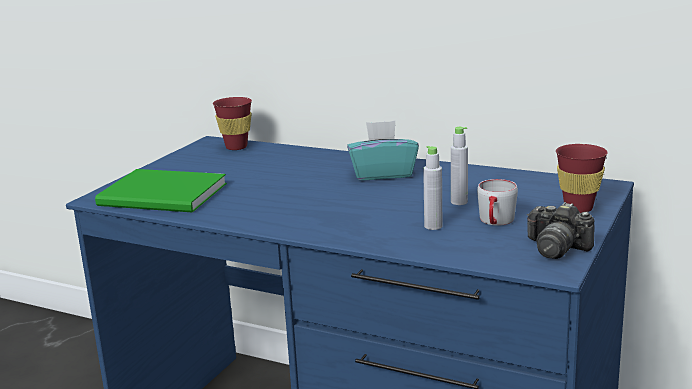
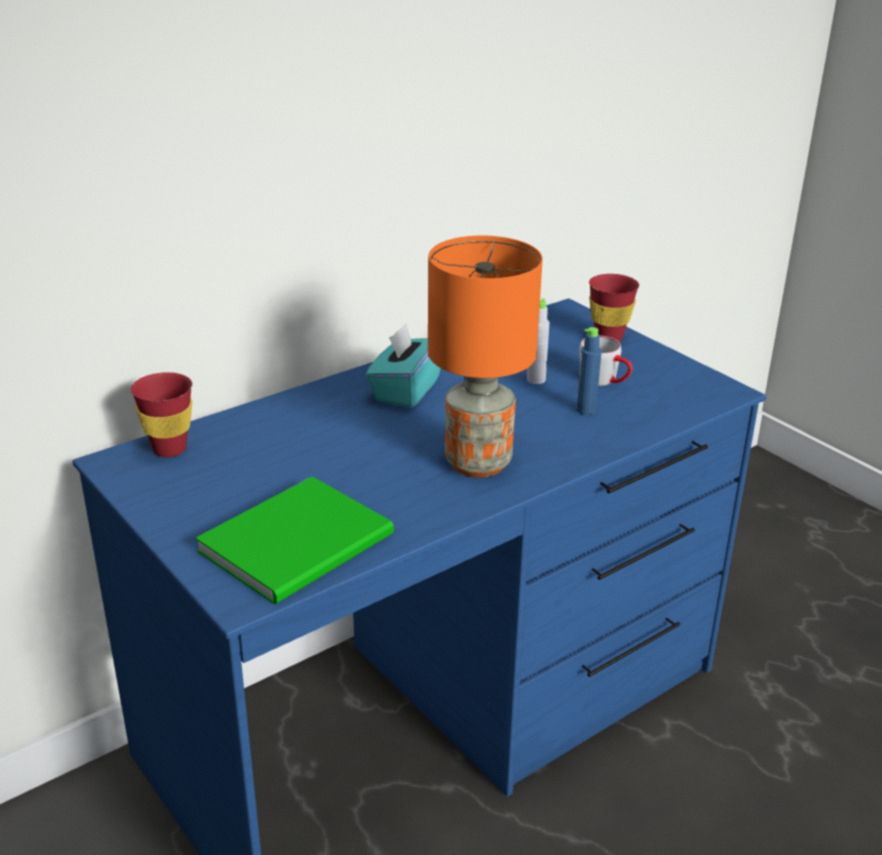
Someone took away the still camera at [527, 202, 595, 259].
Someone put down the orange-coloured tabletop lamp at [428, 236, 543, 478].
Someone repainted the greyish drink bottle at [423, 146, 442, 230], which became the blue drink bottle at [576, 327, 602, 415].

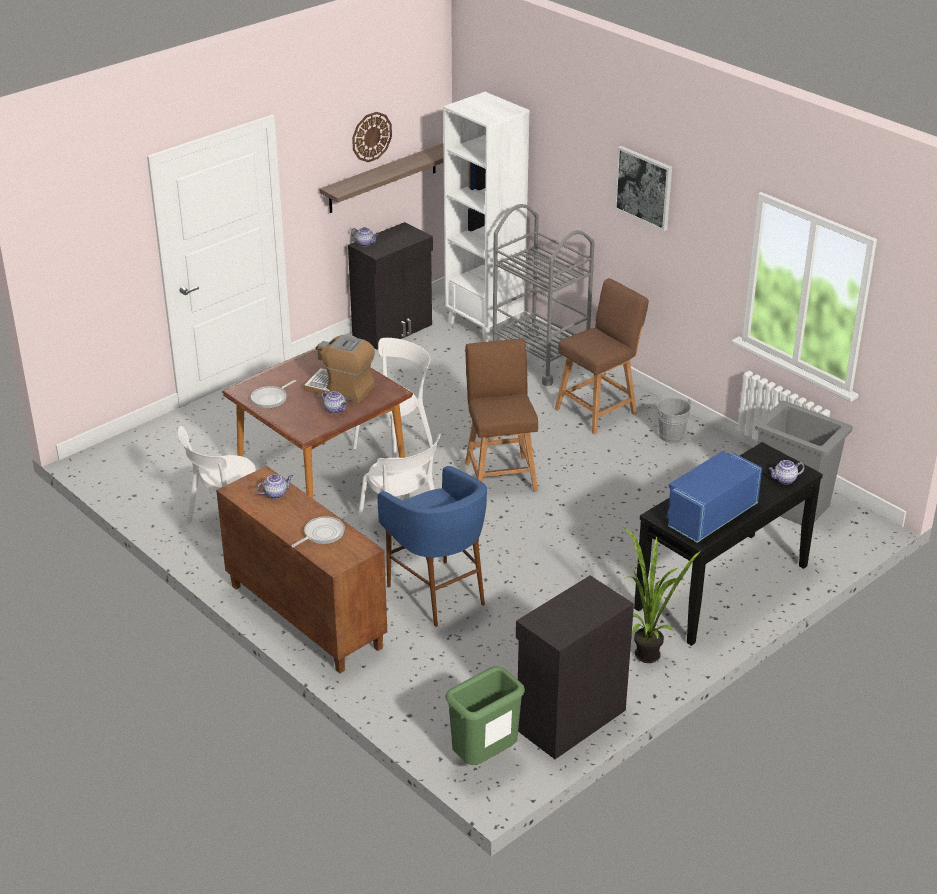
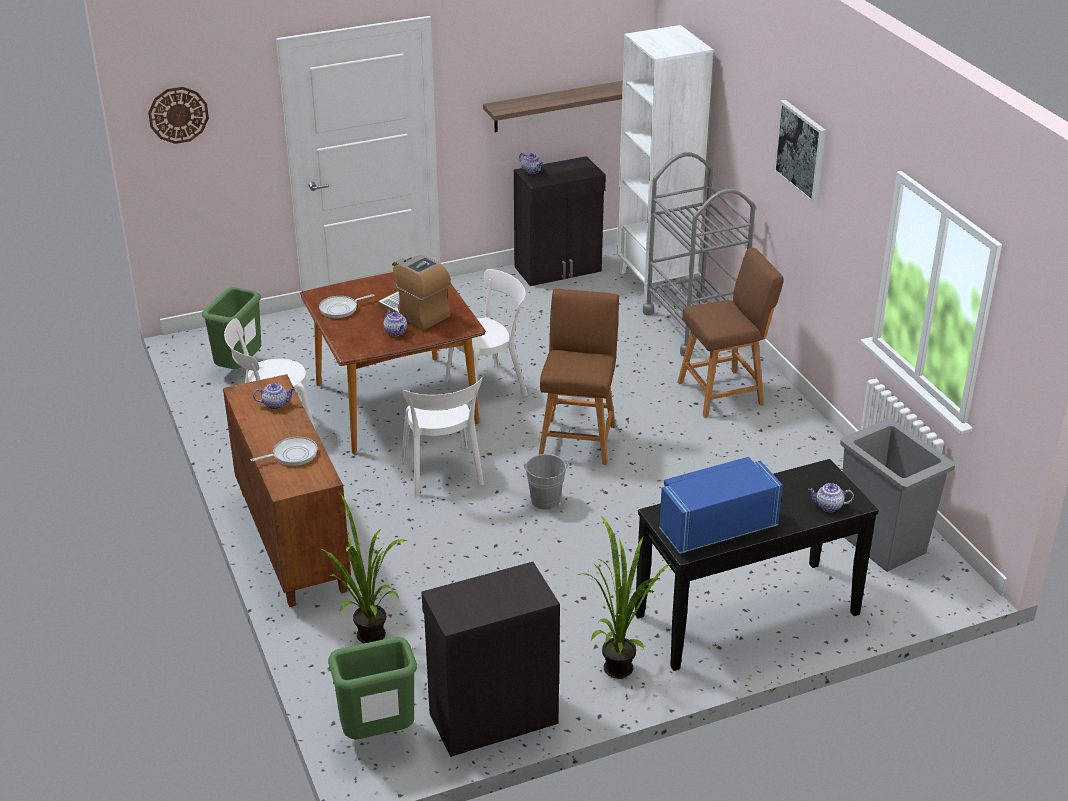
Someone took away the blue sitting stool at [378, 466, 487, 627].
Someone put down the green waste bin at [202, 287, 261, 369].
Someone put down the plant in a pot at [321, 492, 408, 643].
Someone carried the hanging clock from [352, 112, 392, 162] to [148, 87, 209, 144].
Someone carried the greyish bucket from [653, 397, 691, 443] to [524, 454, 568, 510].

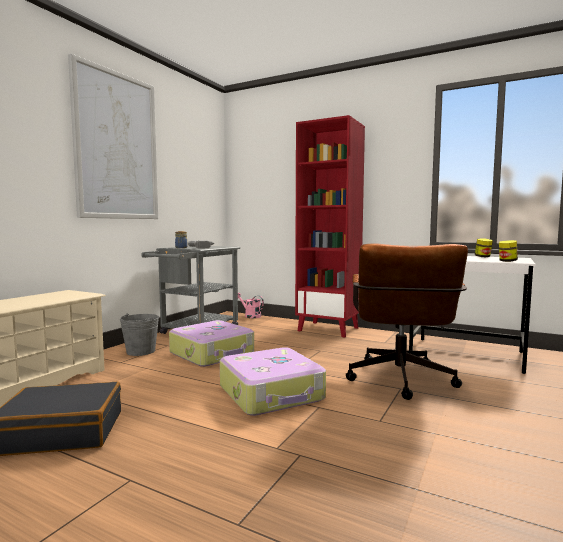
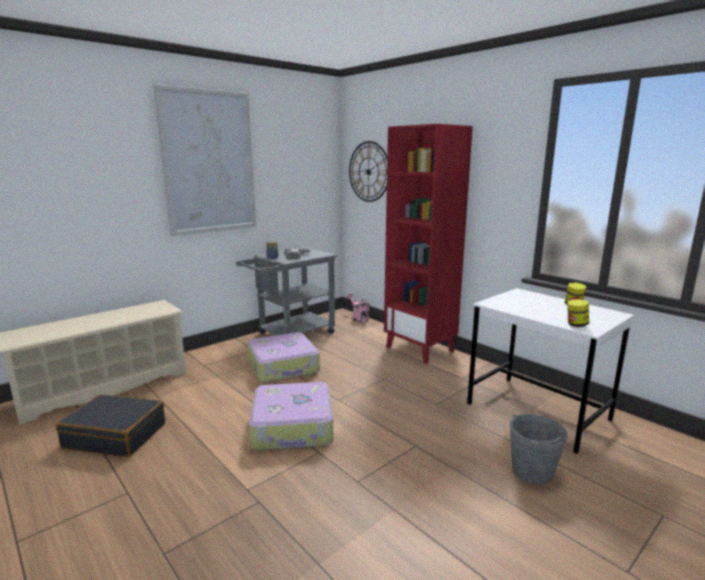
Someone took away the brown office chair at [346, 243, 468, 400].
Someone put up the hanging clock at [349, 141, 387, 202].
Someone carried the greyish bucket from [120, 313, 159, 356] to [509, 414, 568, 485].

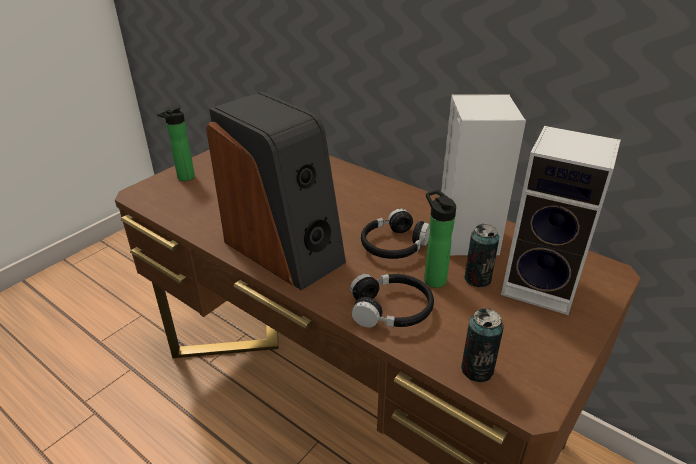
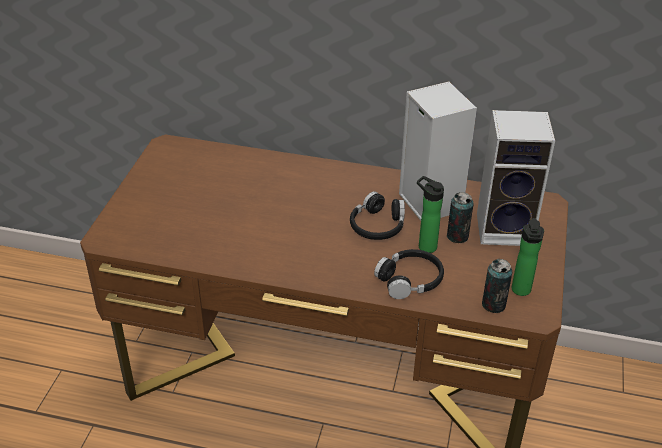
Someone took away the speaker at [206, 91, 346, 290].
Someone carried the drink bottle from [157, 105, 195, 181] to [512, 218, 544, 296].

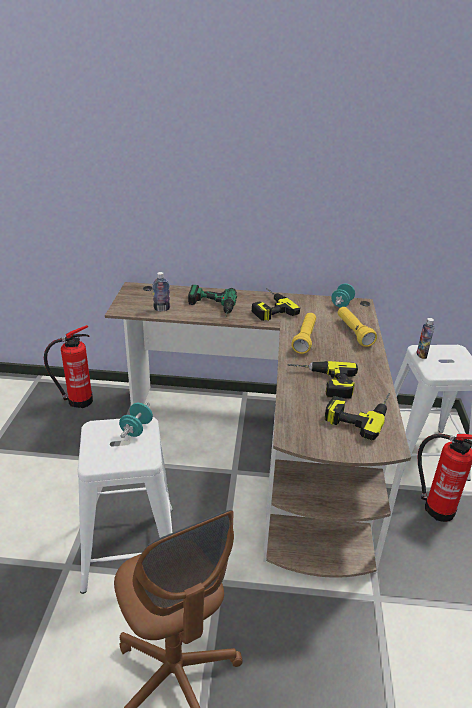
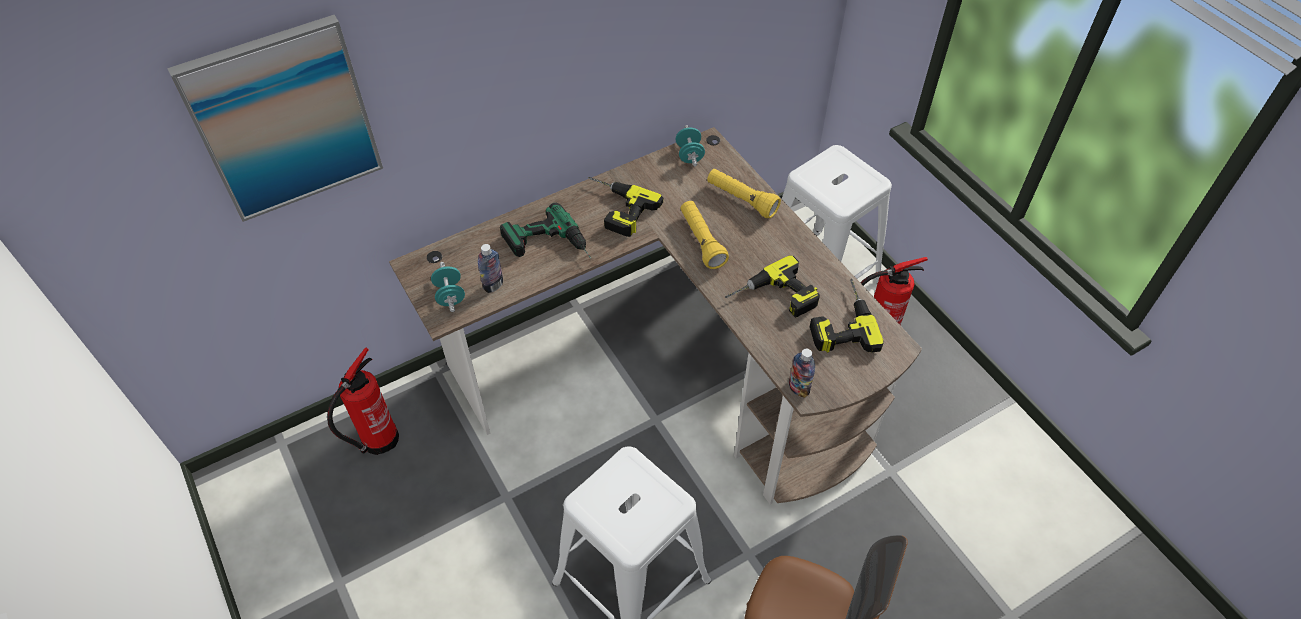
Someone put up the wall art at [167, 15, 383, 222].
Someone carried the turquoise-coloured dumbbell from [119, 402, 153, 438] to [431, 262, 465, 312].
Someone carried the drink bottle from [416, 318, 434, 359] to [789, 349, 815, 398].

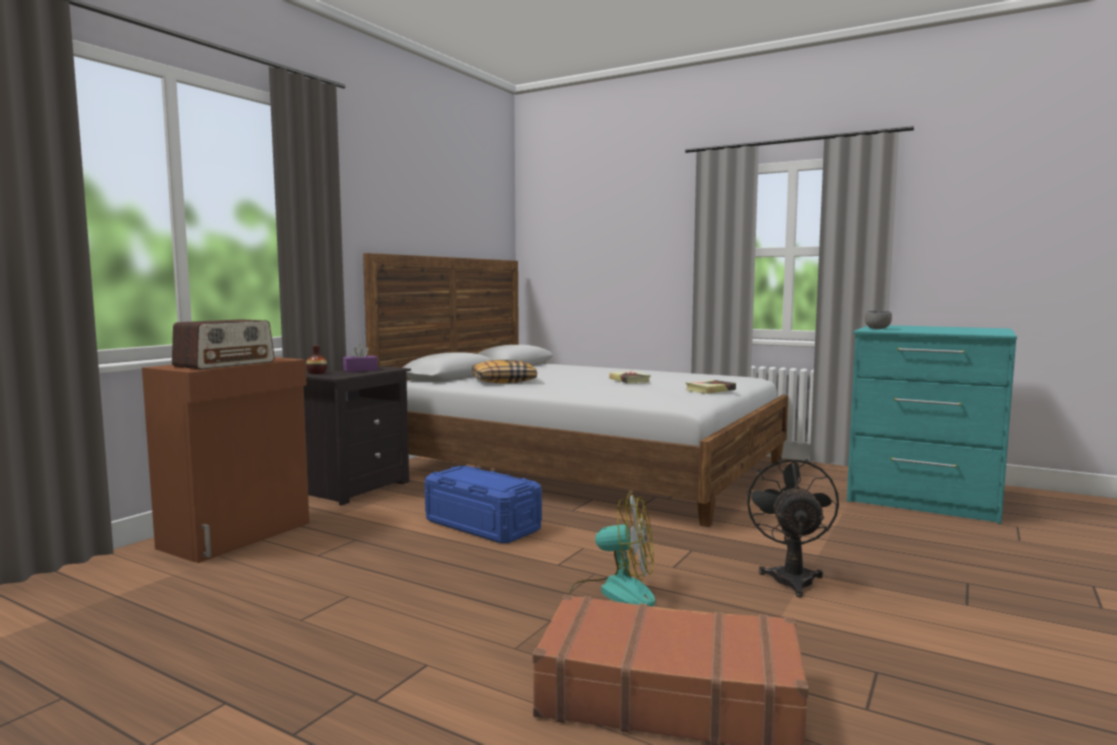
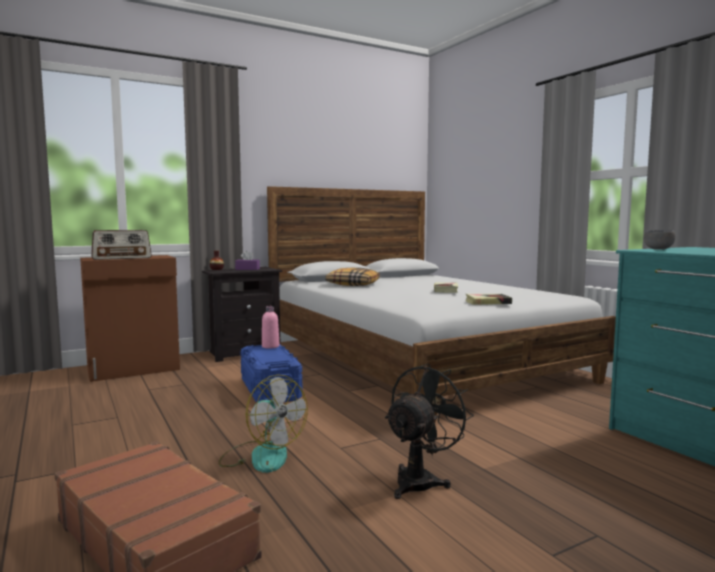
Someone put down the pinkish drink bottle at [262, 306, 279, 349].

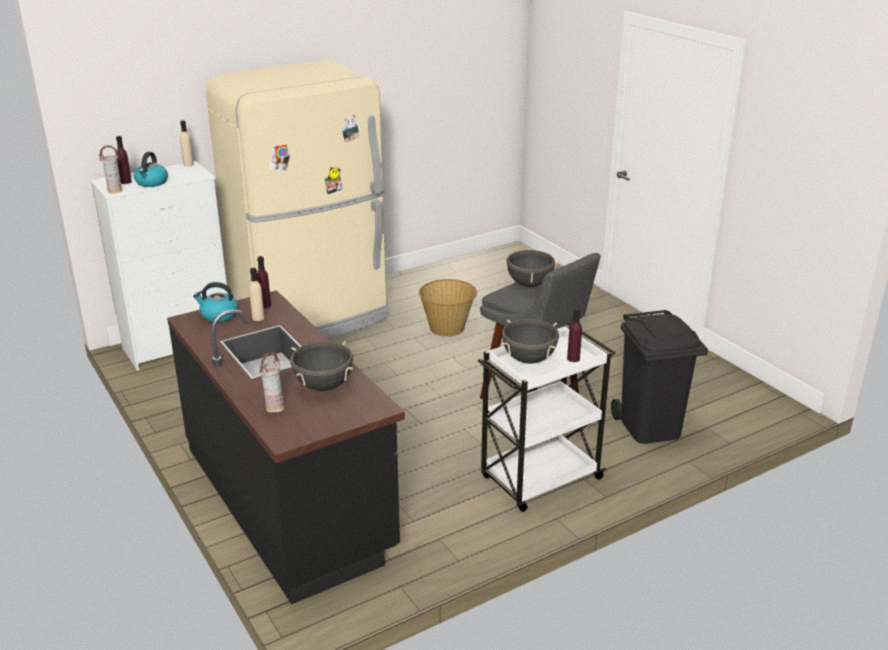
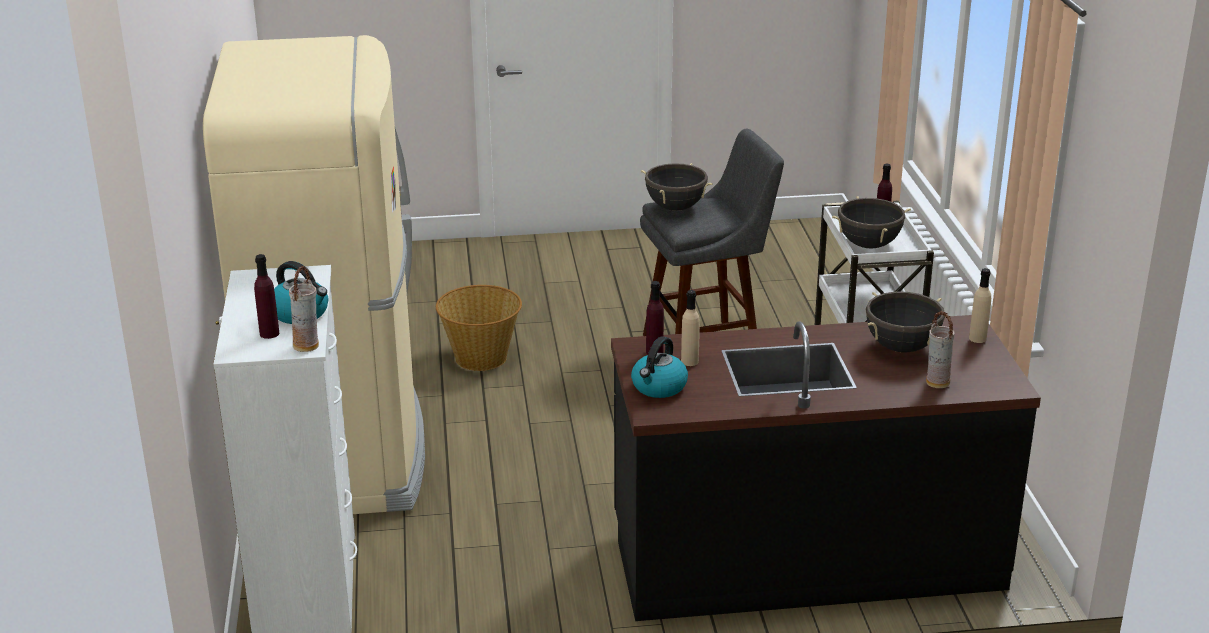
Someone took away the black-coloured waste bin at [611, 310, 708, 444].
Someone carried the beige drink bottle from [180, 120, 194, 167] to [969, 268, 991, 343].

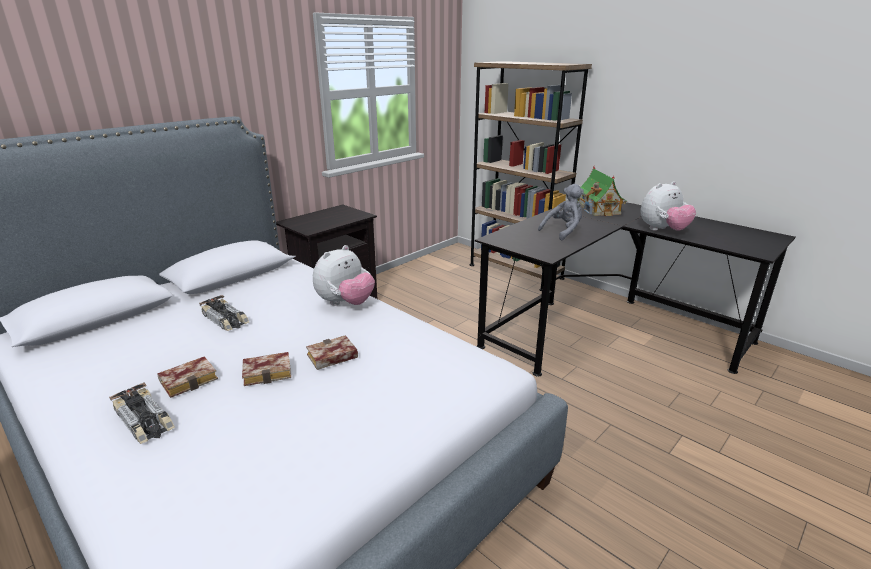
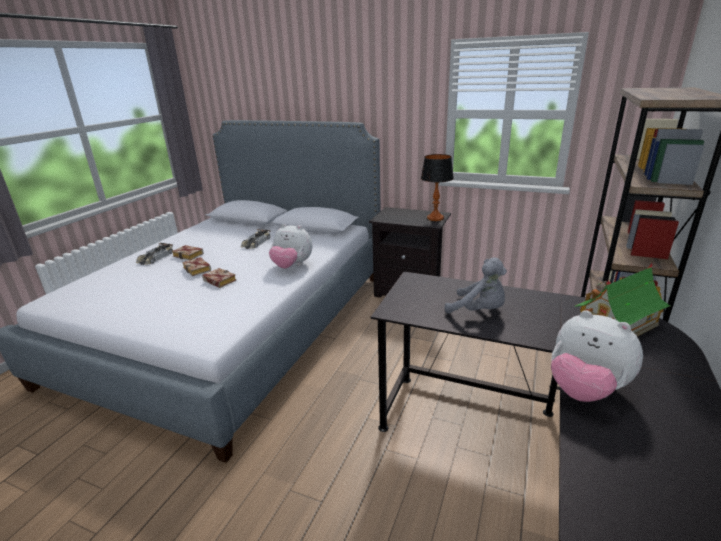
Someone put down the tabletop lamp at [421, 154, 454, 221].

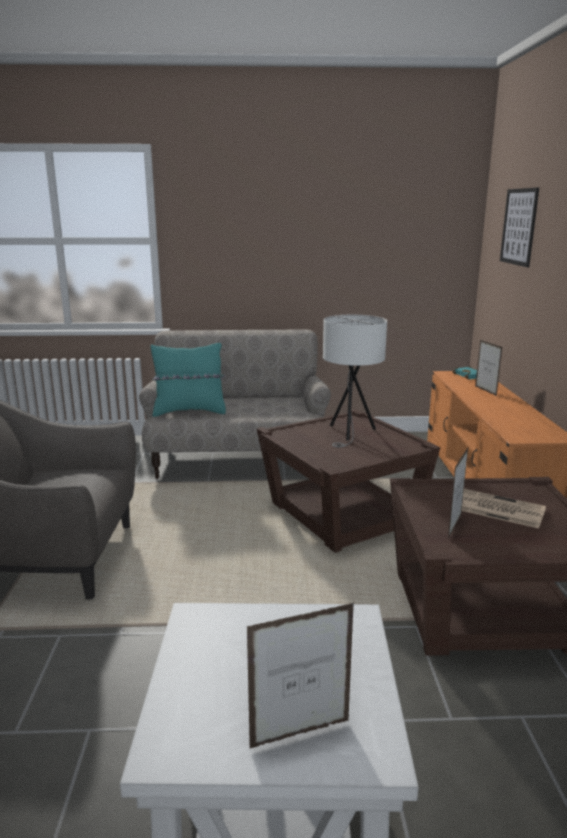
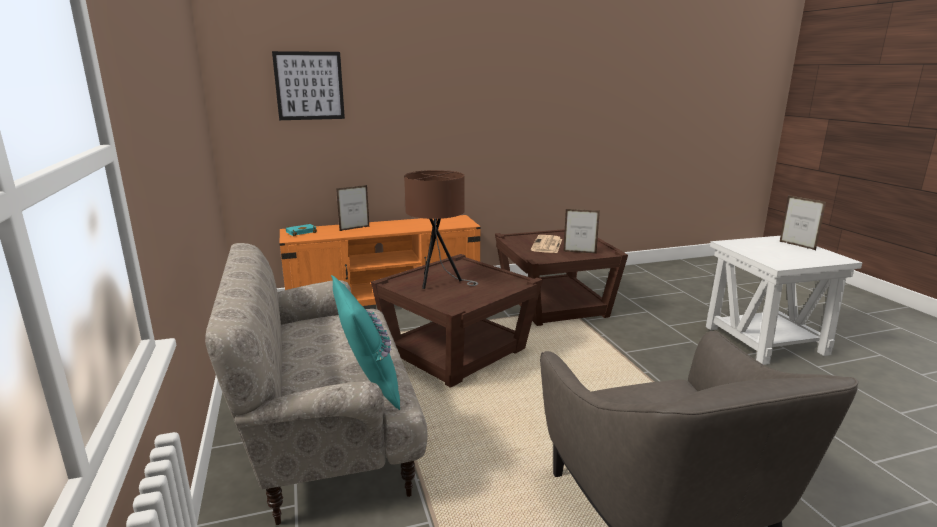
Someone repainted the whitish tabletop lamp at [323, 315, 387, 448], which became the brown tabletop lamp at [404, 170, 478, 289].

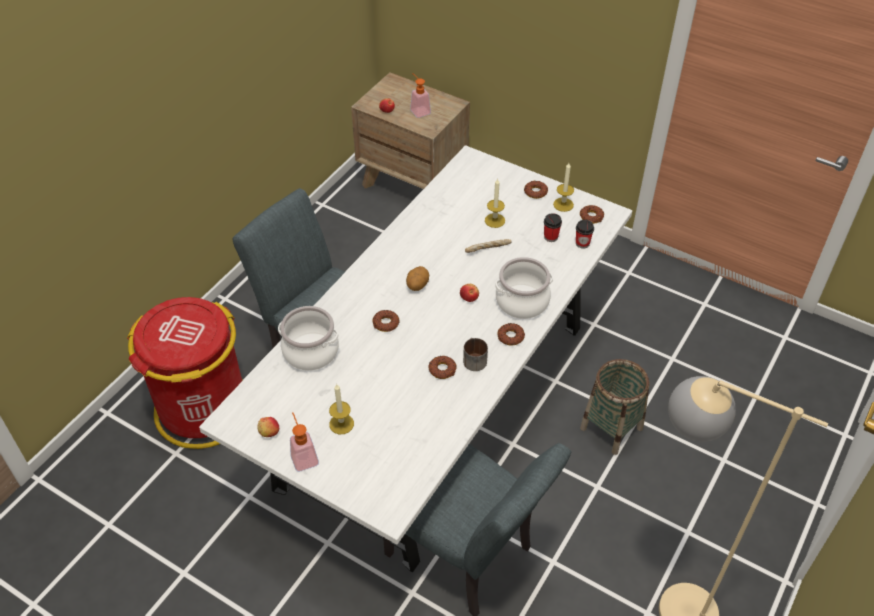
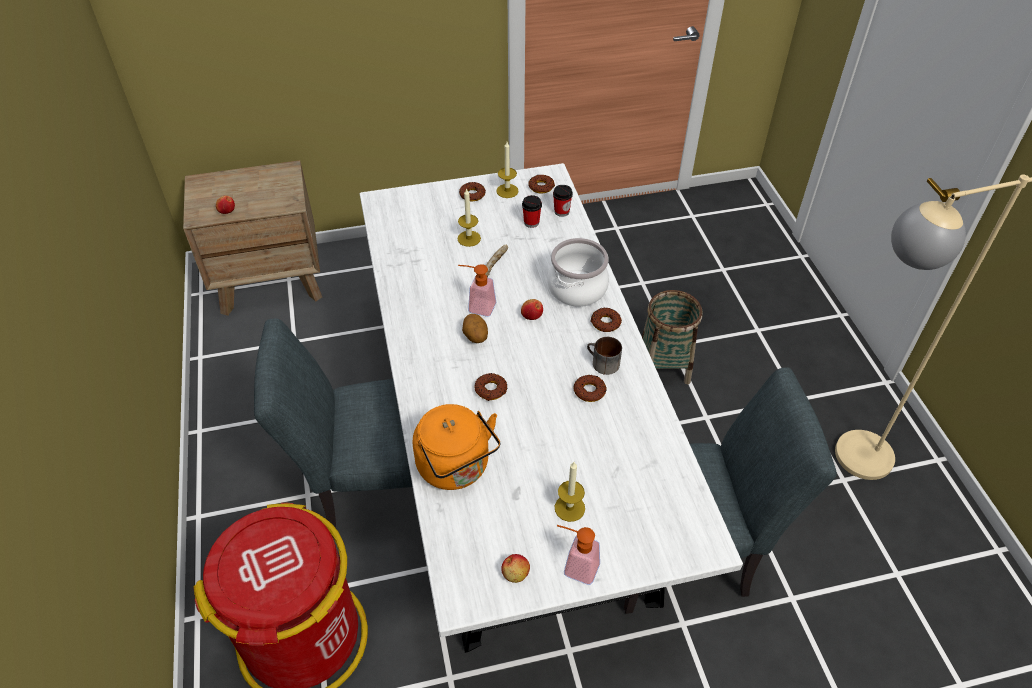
Someone carried the soap dispenser from [410, 74, 431, 118] to [458, 264, 496, 317].
Someone swapped the cooking pot at [278, 306, 339, 371] for the orange-coloured water kettle at [413, 404, 500, 490].

